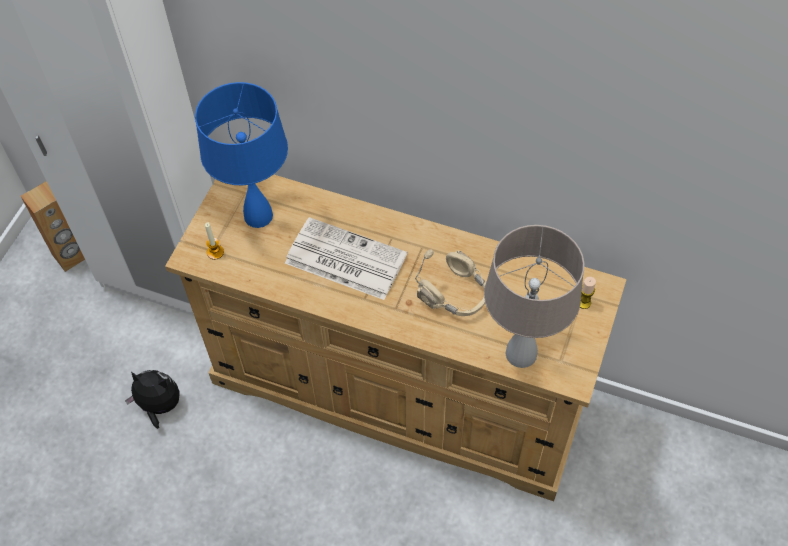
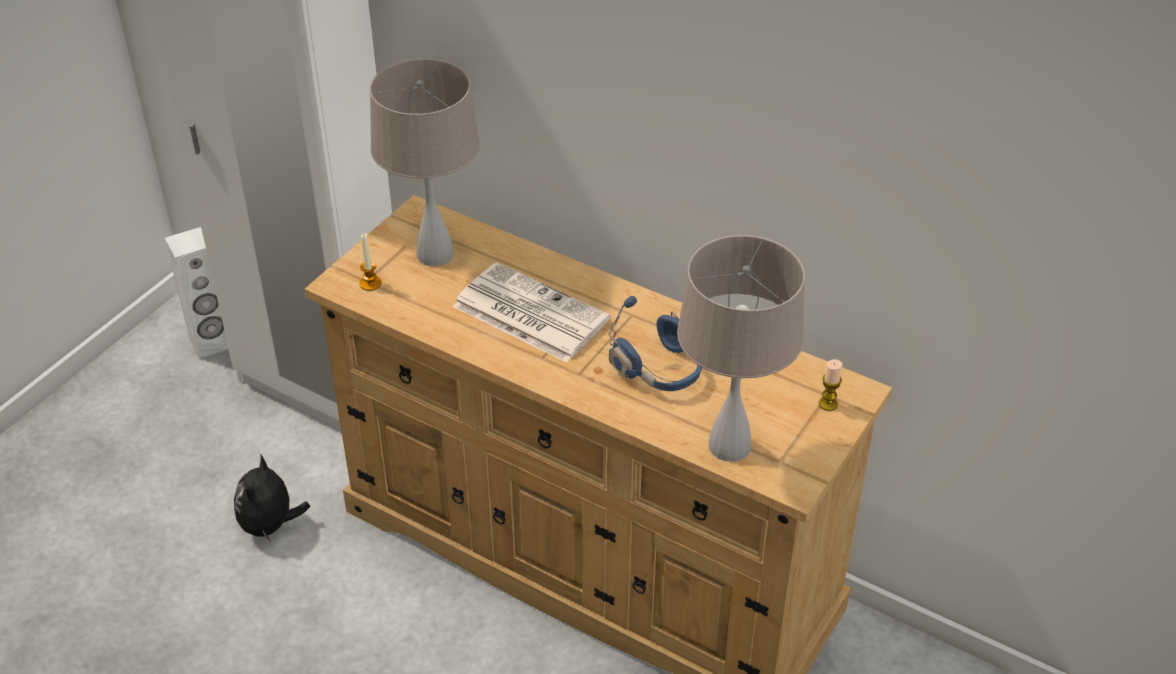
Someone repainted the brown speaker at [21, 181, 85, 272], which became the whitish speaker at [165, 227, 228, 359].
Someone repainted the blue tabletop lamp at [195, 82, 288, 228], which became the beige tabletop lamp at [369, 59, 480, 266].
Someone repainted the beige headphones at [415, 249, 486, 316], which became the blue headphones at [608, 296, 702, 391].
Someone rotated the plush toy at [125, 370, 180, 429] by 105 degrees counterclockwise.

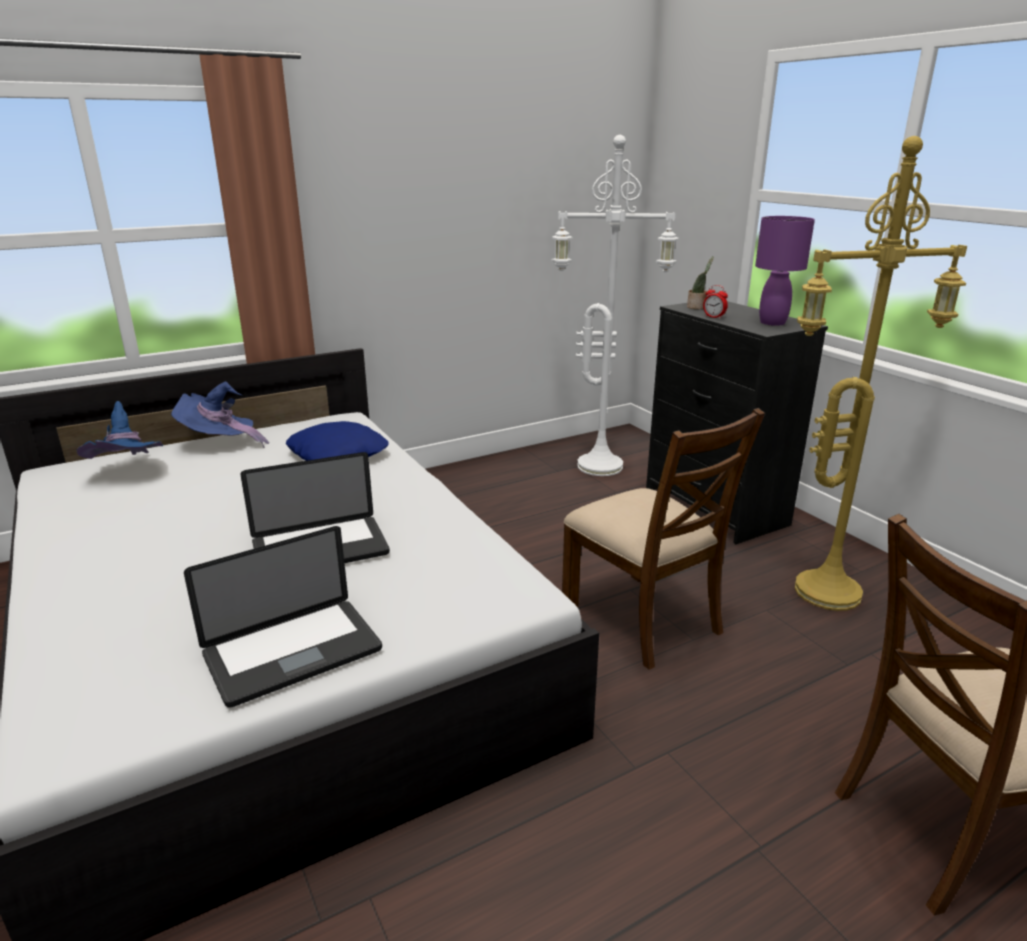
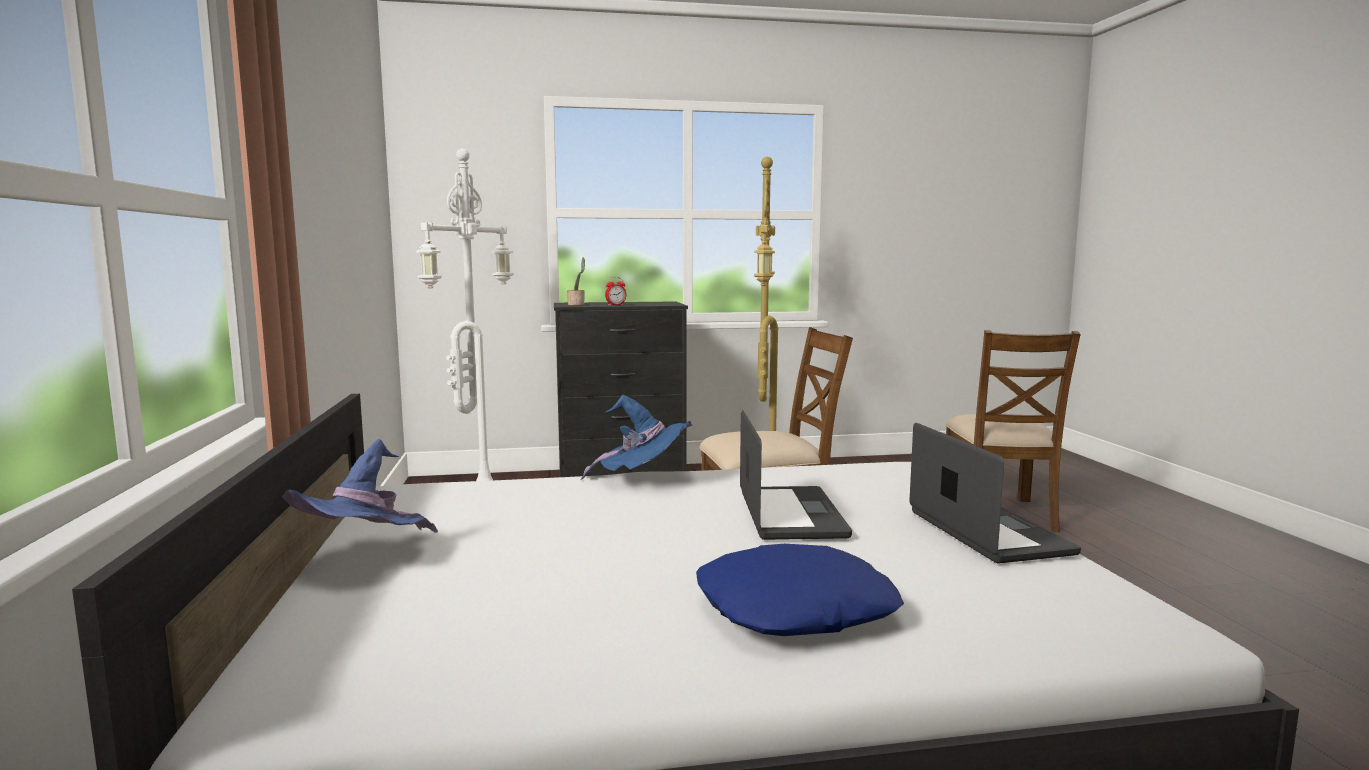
Someone took away the purplish tabletop lamp at [755, 216, 815, 326].
Someone carried the blue clothing hat from [76, 401, 163, 459] to [580, 395, 693, 481].
Someone carried the blue throw pillow from [286, 421, 389, 461] to [696, 544, 904, 636].

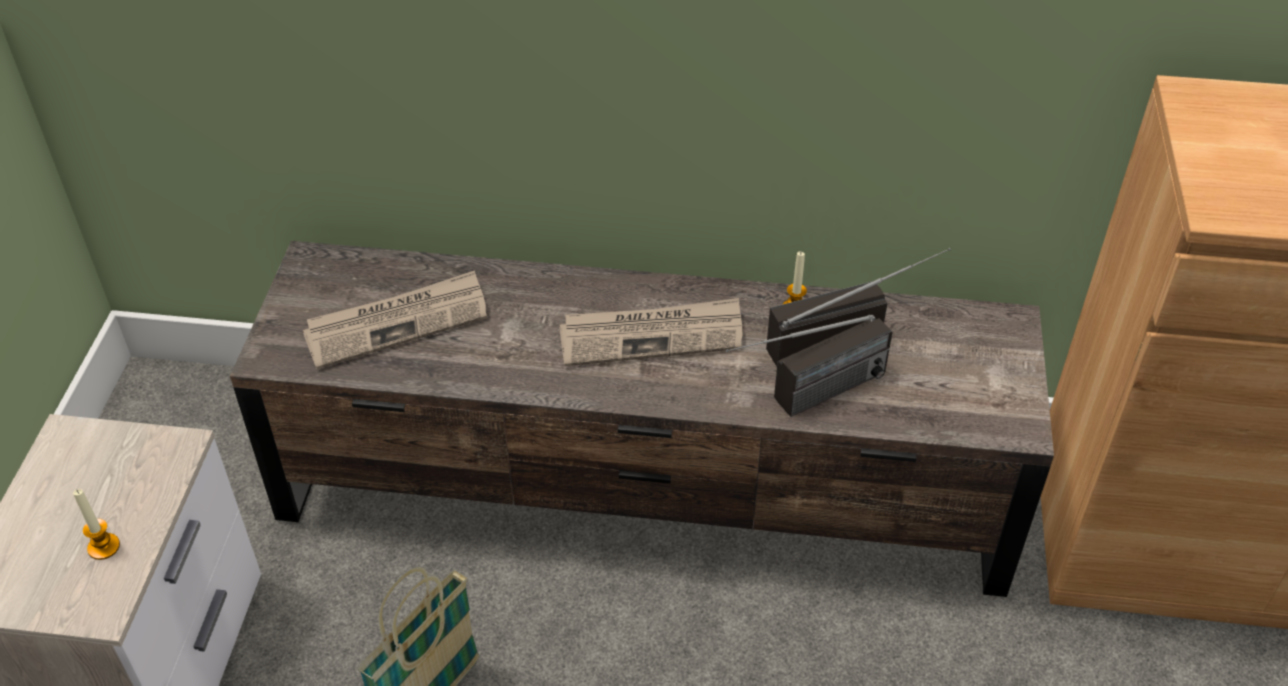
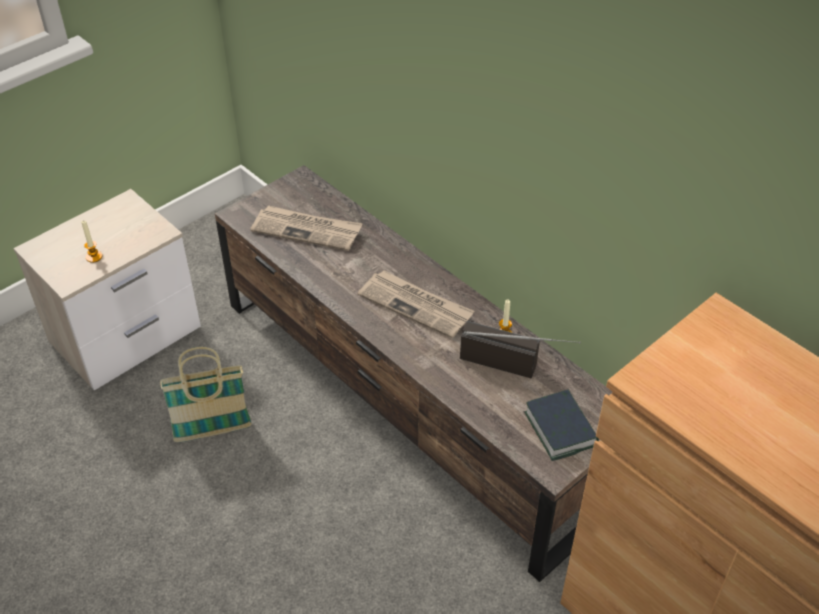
Someone took away the radio set at [726, 315, 893, 417].
Someone put down the bound book at [525, 390, 599, 461].

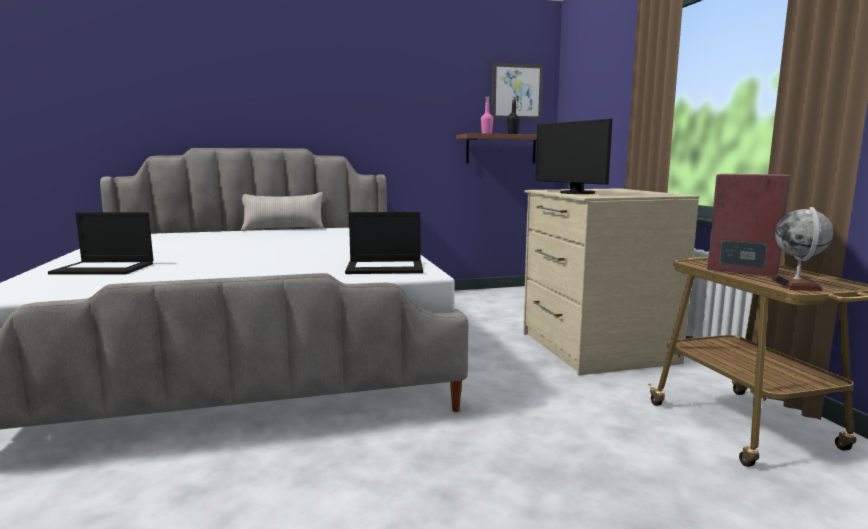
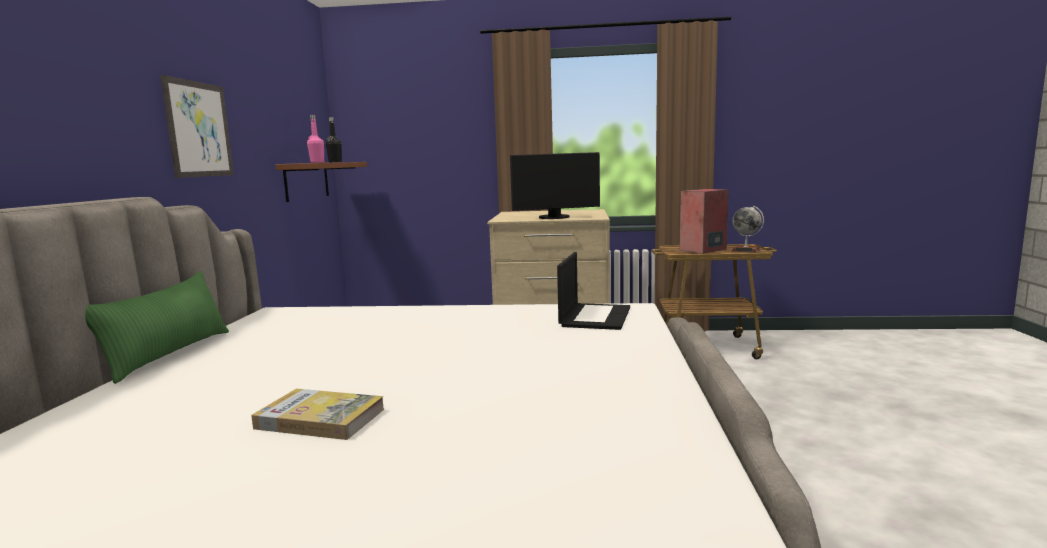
Someone took away the laptop at [48, 212, 153, 275].
Someone put down the bound book at [251, 389, 384, 440].
Someone carried the wall art from [492, 63, 543, 120] to [160, 75, 234, 178].
Someone repainted the beige throw pillow at [241, 192, 324, 231], which became the green throw pillow at [85, 271, 229, 384].

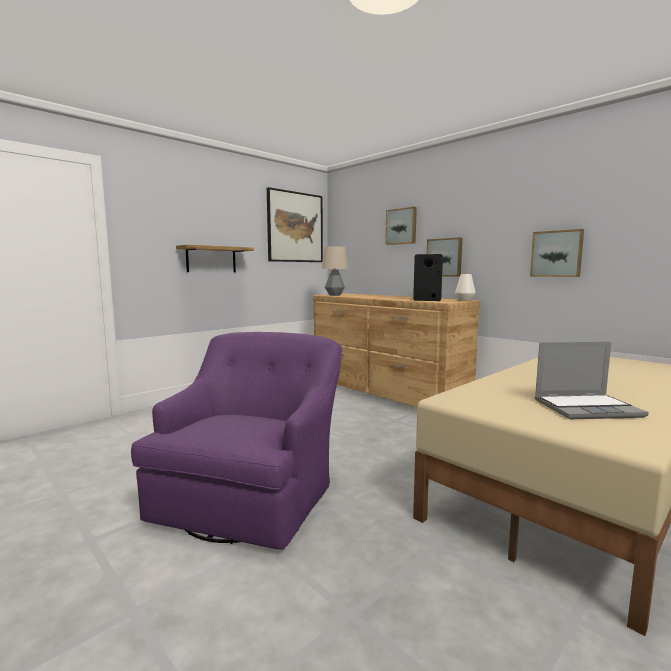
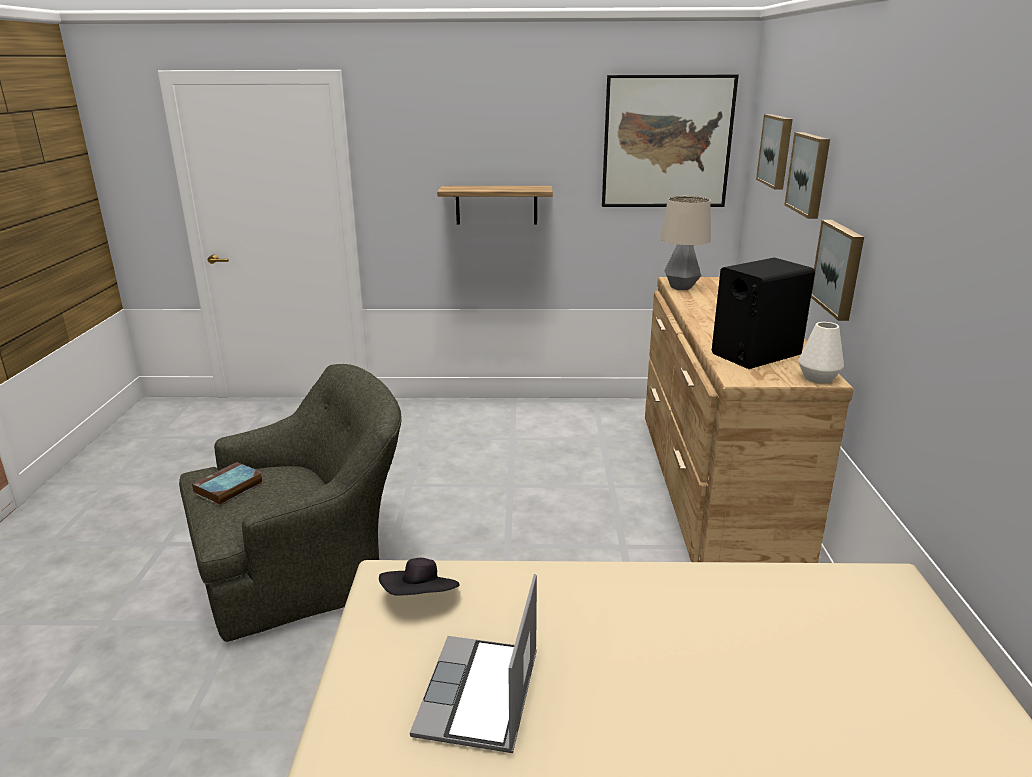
Someone put down the bound book at [192, 462, 263, 505].
Someone put down the black-coloured clothing hat at [379, 558, 460, 596].
Someone carried the wall art from [530, 229, 584, 277] to [756, 114, 793, 190].
Someone repainted the purplish easy chair at [131, 332, 342, 550], which became the green easy chair at [179, 364, 402, 642].
Someone rotated the laptop at [535, 342, 649, 419] by 60 degrees clockwise.

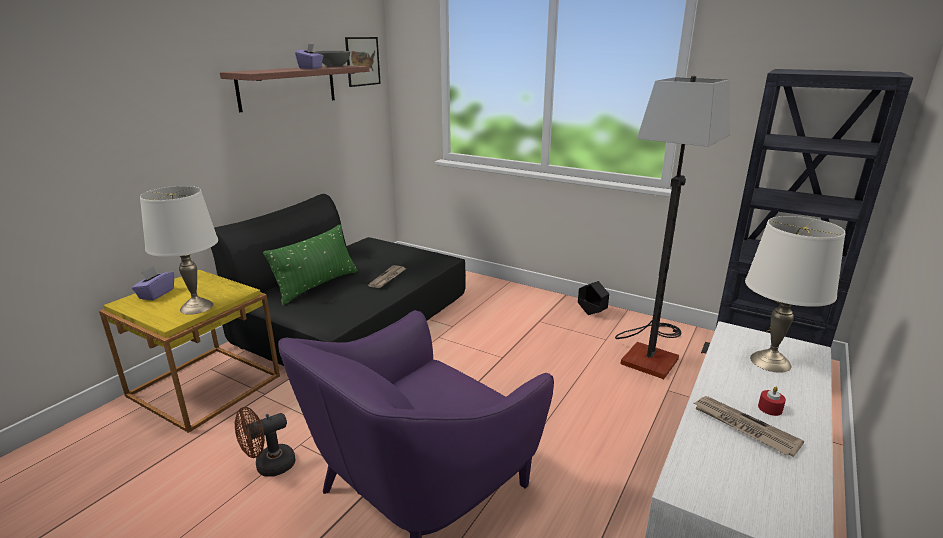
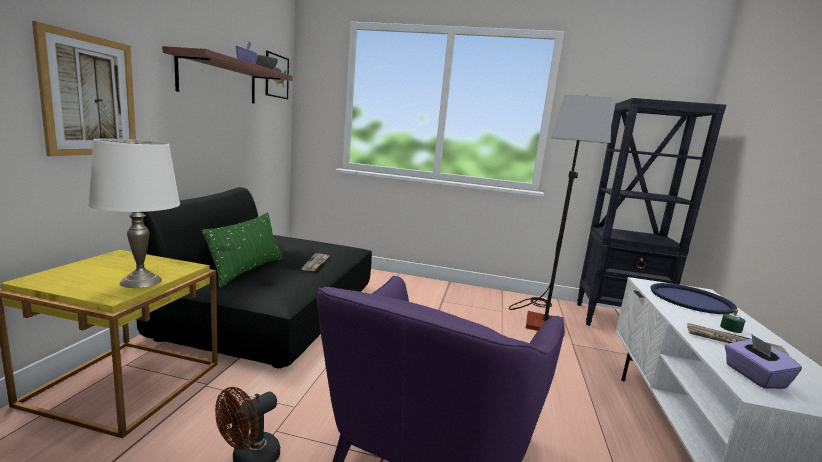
Someone took away the black-coloured plant pot at [578, 281, 609, 315].
Someone put up the wall art at [32, 21, 136, 156].
Someone carried the purplish box of tissues from [132, 266, 174, 300] to [725, 334, 802, 389].
Someone swapped the whitish tabletop lamp at [745, 216, 845, 373] for the blue serving tray at [650, 283, 737, 314].
Someone repainted the red wax candle at [758, 387, 786, 416], which became the green wax candle at [720, 309, 745, 333].

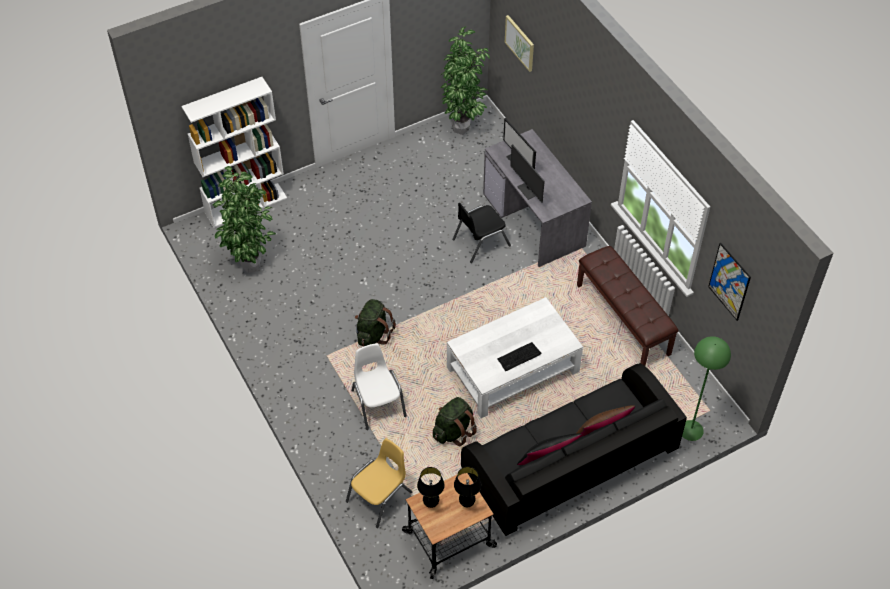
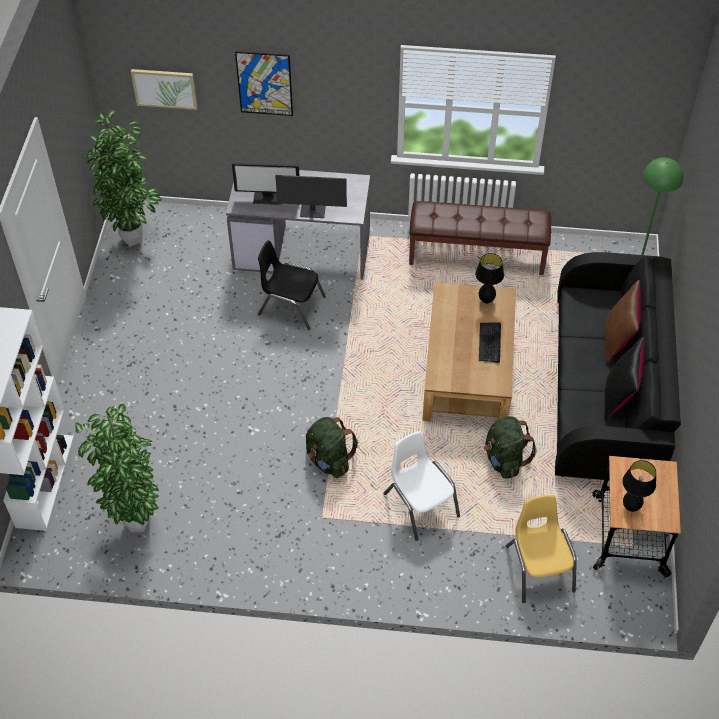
Someone carried the black-coloured tabletop lamp from [454, 467, 481, 507] to [475, 253, 504, 304].
Someone carried the wall art from [708, 243, 751, 321] to [235, 51, 293, 116].
Someone repainted the whitish low table at [447, 297, 583, 418], which became the brown low table at [422, 282, 516, 422].
Someone rotated the whitish chair at [351, 343, 407, 430] by 45 degrees clockwise.
Someone rotated the black-coloured chair at [453, 203, 511, 263] by 105 degrees clockwise.

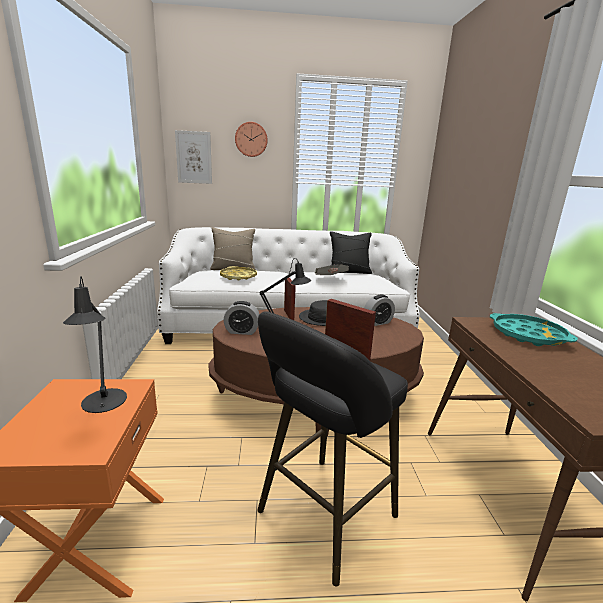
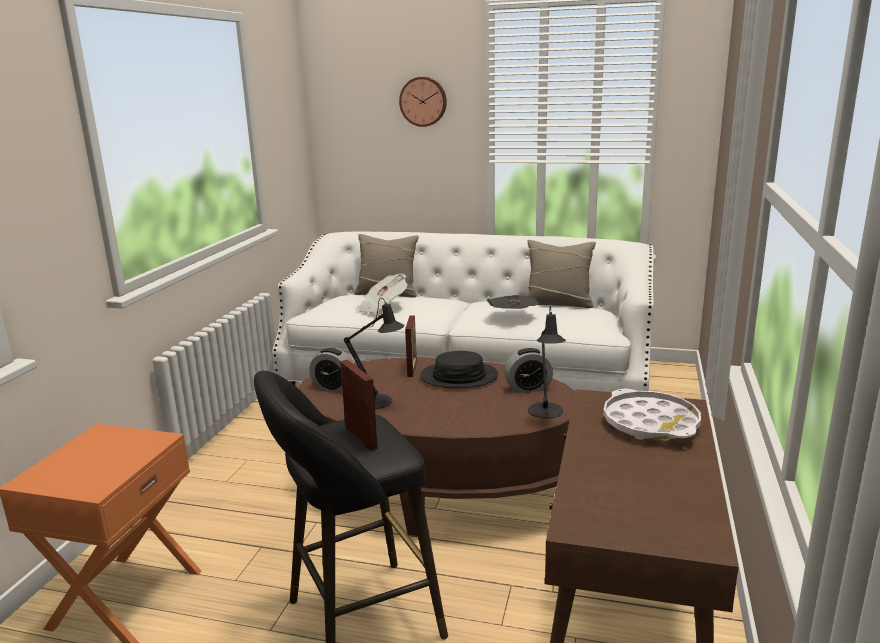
Someone took away the wall art at [175, 130, 212, 184].
Someone carried the black-coloured tabletop lamp from [63, 276, 127, 413] to [528, 306, 566, 419].
Someone swapped the yellowish serving tray at [220, 266, 257, 280] for the printed paper at [355, 274, 407, 313].
Someone repainted the black-coloured throw pillow at [330, 231, 372, 274], which became the beige throw pillow at [526, 240, 596, 308].
Someone repainted the turquoise-coloured serving tray at [490, 313, 578, 346], which became the whitish serving tray at [603, 389, 701, 441].

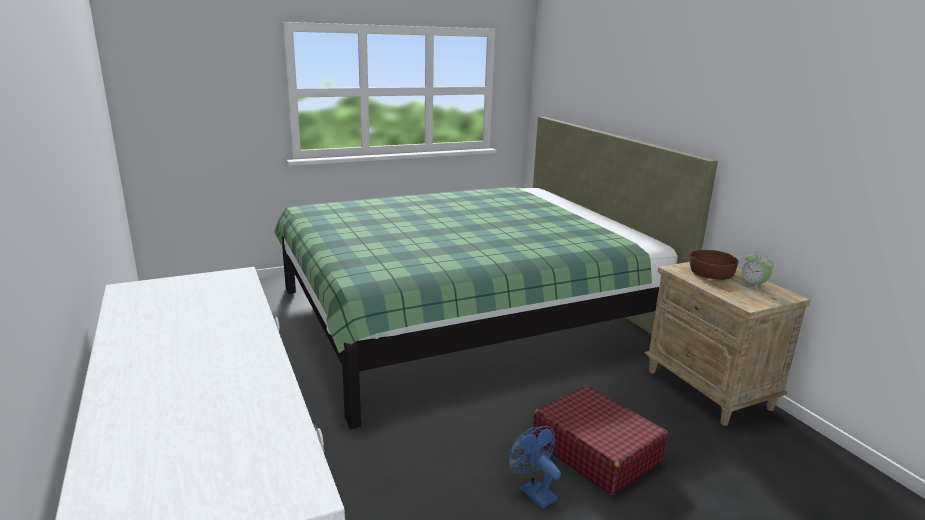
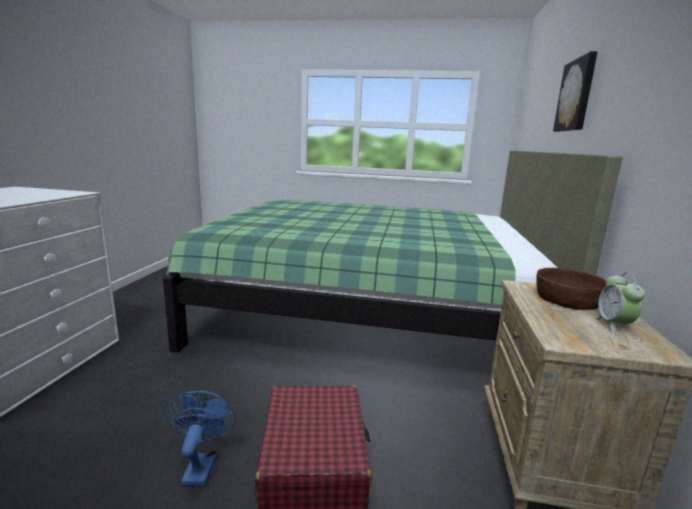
Someone put up the wall art at [553, 51, 598, 132].

